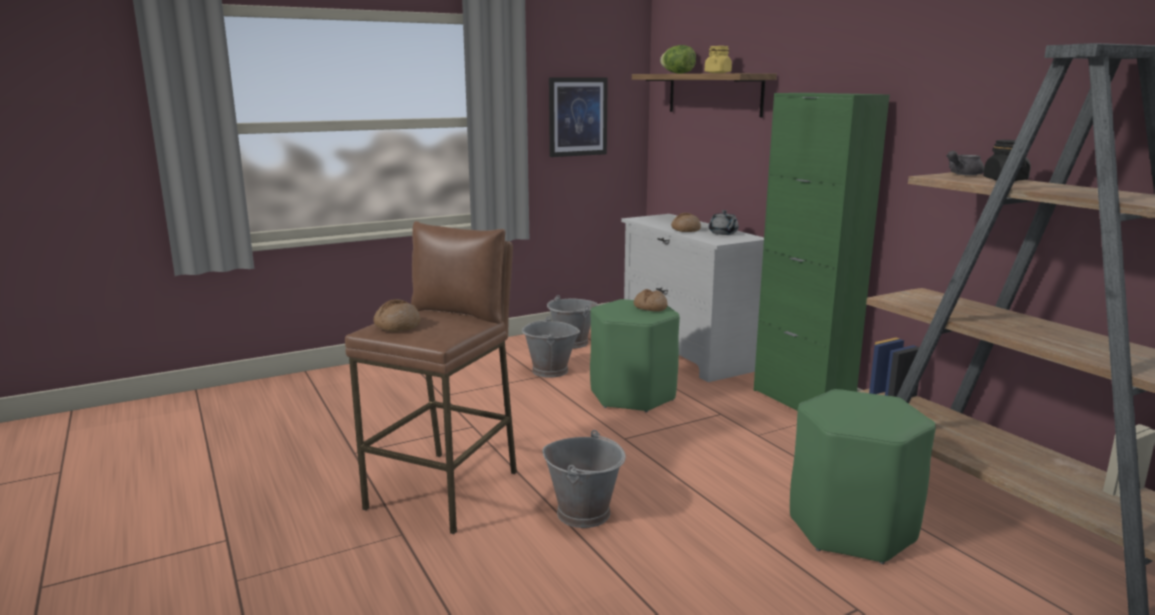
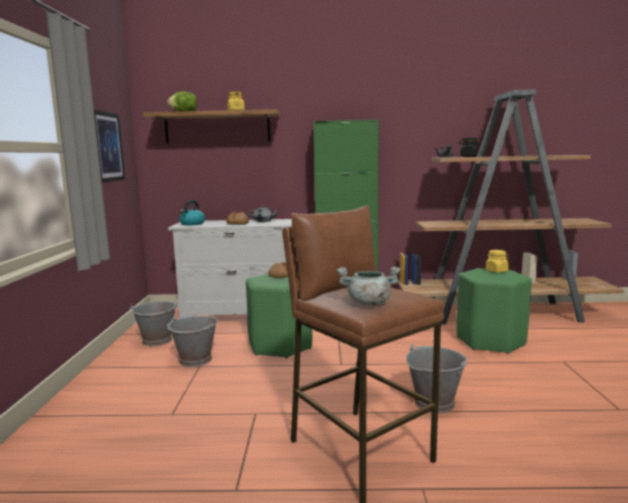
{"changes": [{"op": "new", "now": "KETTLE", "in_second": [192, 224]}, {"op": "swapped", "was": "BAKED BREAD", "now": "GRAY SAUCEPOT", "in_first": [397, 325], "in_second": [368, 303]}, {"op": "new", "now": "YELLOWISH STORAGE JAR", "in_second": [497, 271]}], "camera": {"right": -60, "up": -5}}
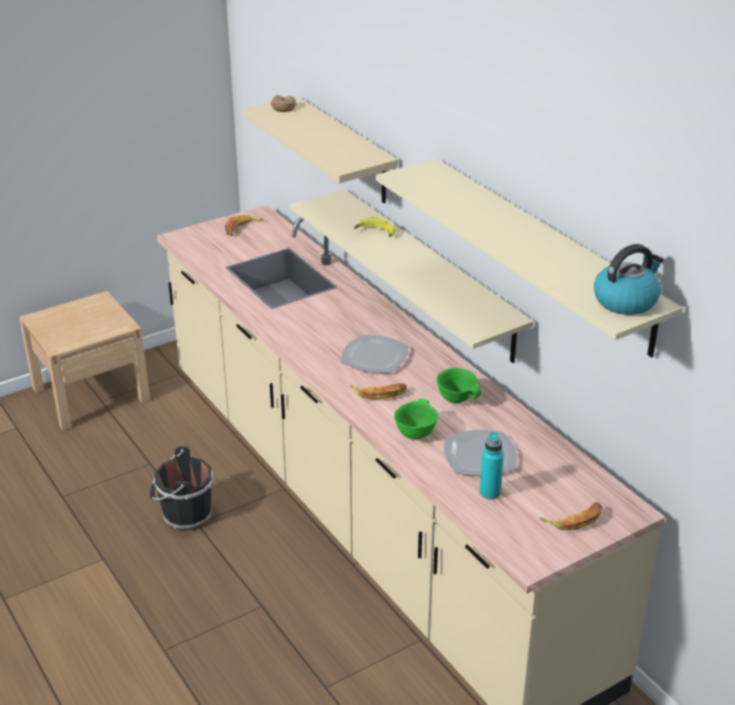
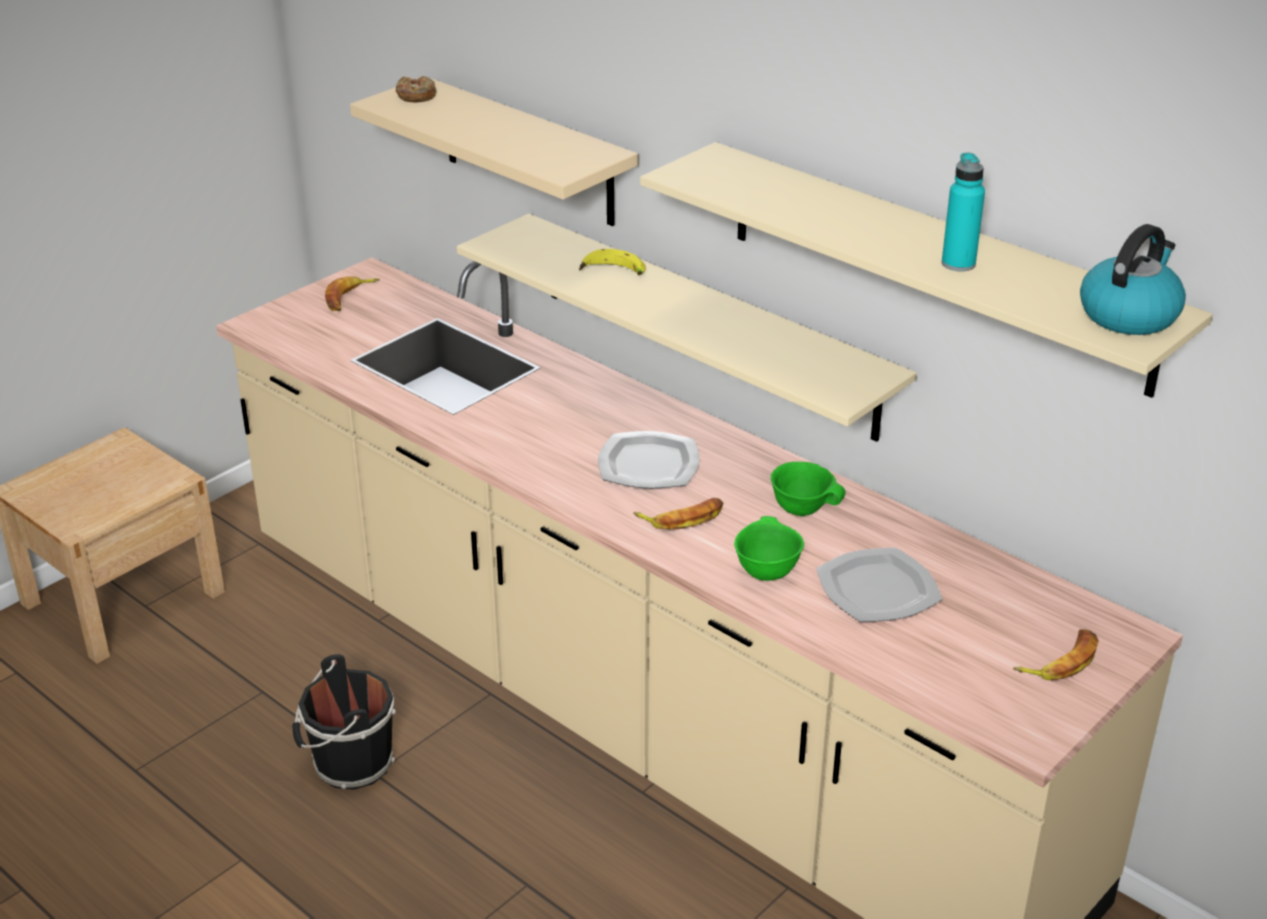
{"changes": [{"op": "shifted", "was": "TURQUOISE-COLOURED BOTTLE", "in_first": [490, 492], "in_second": [958, 264]}], "camera": {"right": -15, "up": 0}}
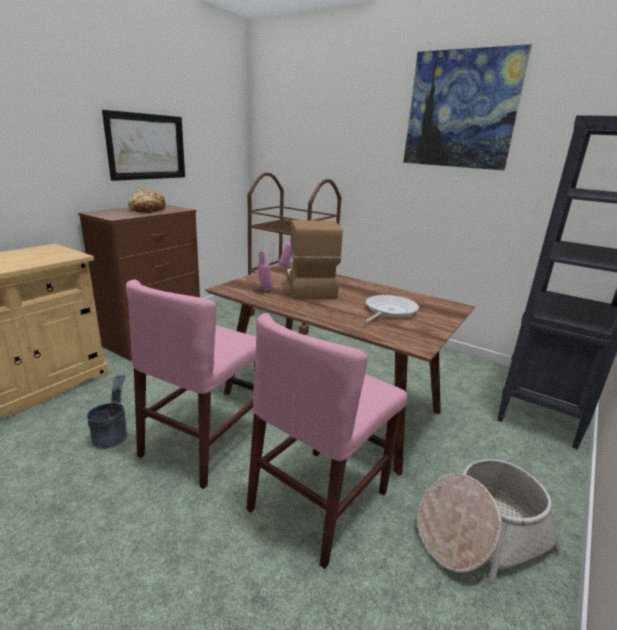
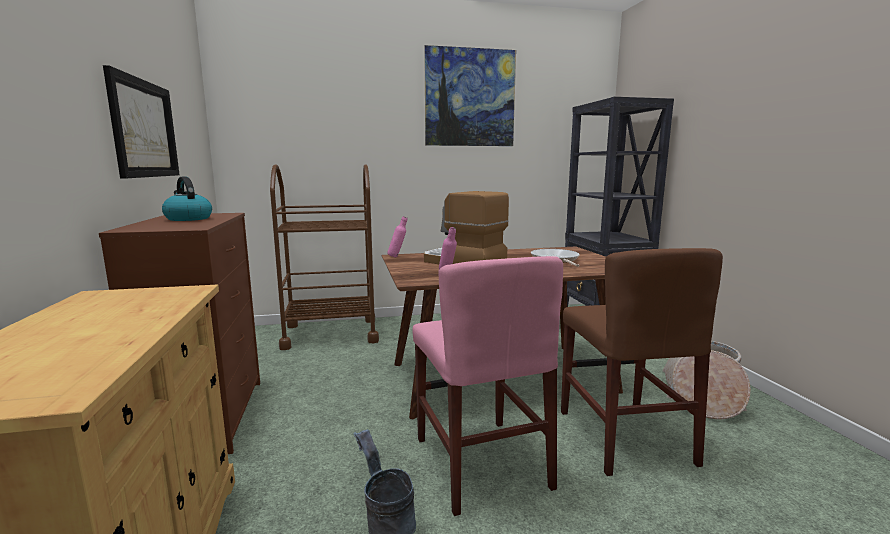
{"changes": [{"op": "swapped", "was": "BAKED BREAD", "now": "KETTLE", "in_first": [147, 210], "in_second": [188, 219]}, {"op": "repainted", "was": "PINK PLAIN CHAIR", "now": "BROWN PLAIN CHAIR", "in_first": [319, 500], "in_second": [624, 436]}], "camera": {"right": -45, "up": -10}}
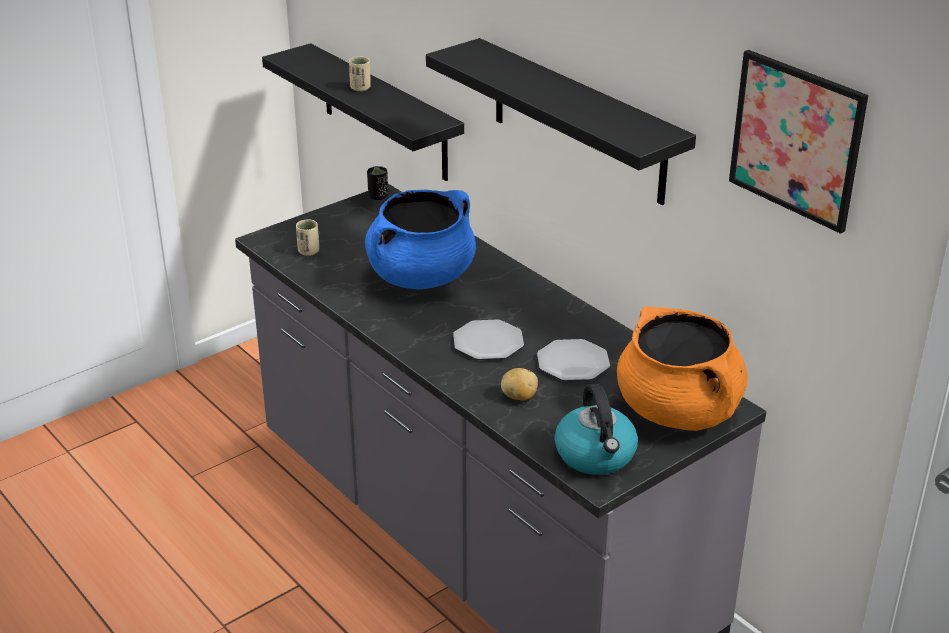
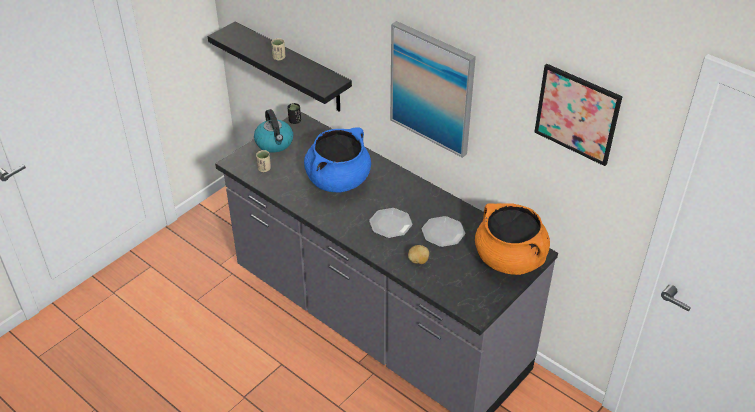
{"changes": [{"op": "shifted", "was": "KETTLE", "in_first": [596, 455], "in_second": [274, 143]}, {"op": "swapped", "was": "BLACK-COLOURED WALL SHELF", "now": "WALL PICTURE", "in_first": [578, 121], "in_second": [432, 88]}], "camera": {"right": -10, "up": 10}}
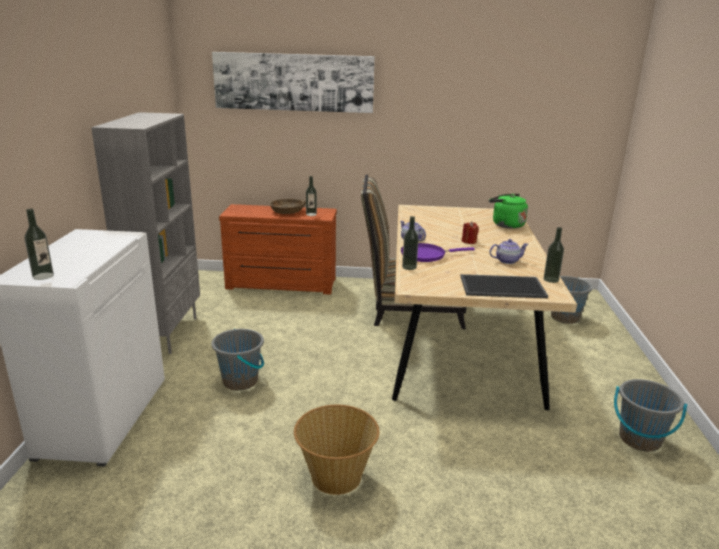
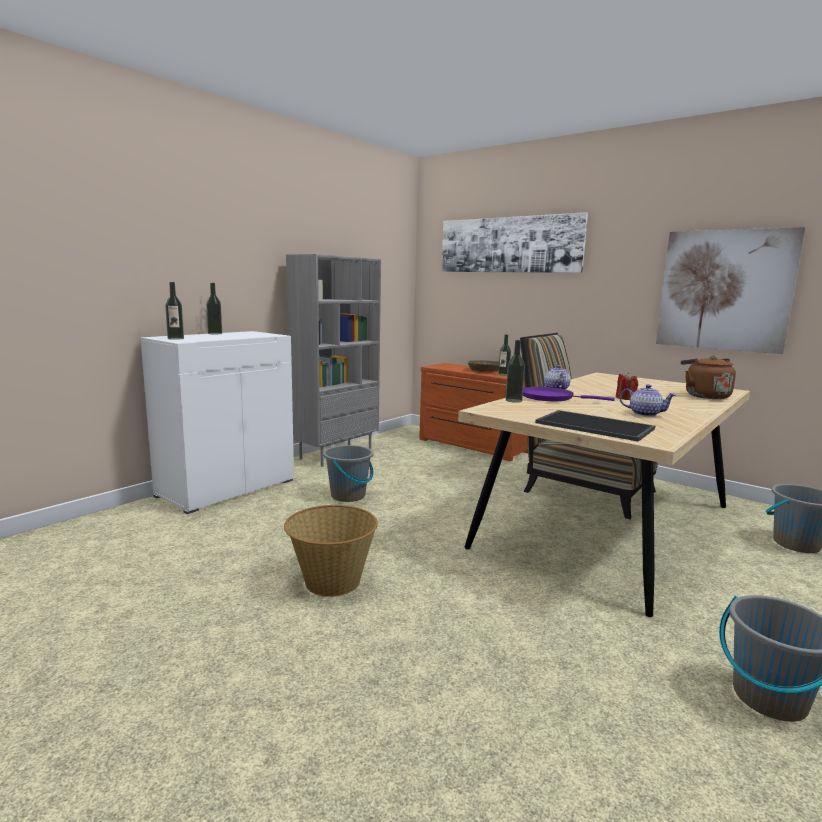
{"changes": [{"op": "shifted", "was": "BOTTLE", "in_first": [551, 279], "in_second": [215, 333]}, {"op": "new", "now": "WALL PICTURE", "in_second": [724, 290]}, {"op": "repainted", "was": "GREEN-COLOURED KETTLE", "now": "BROWN KETTLE", "in_first": [506, 224], "in_second": [704, 396]}], "camera": {"right": 35, "up": -10}}
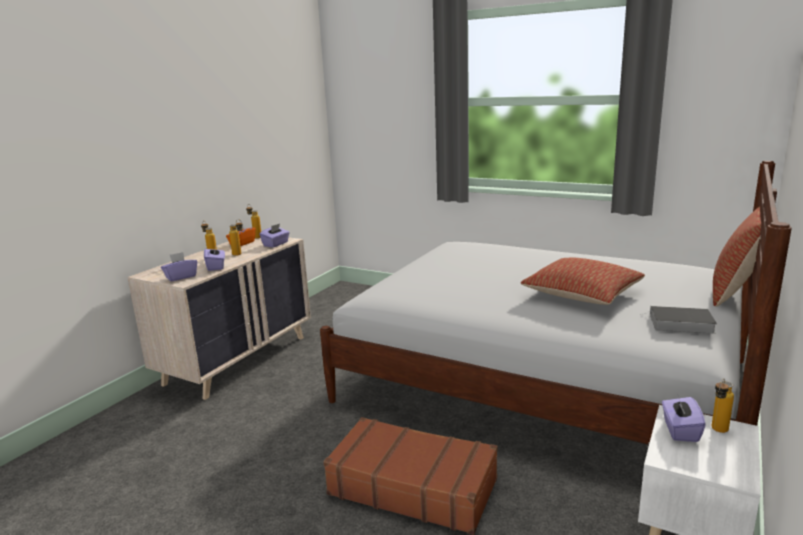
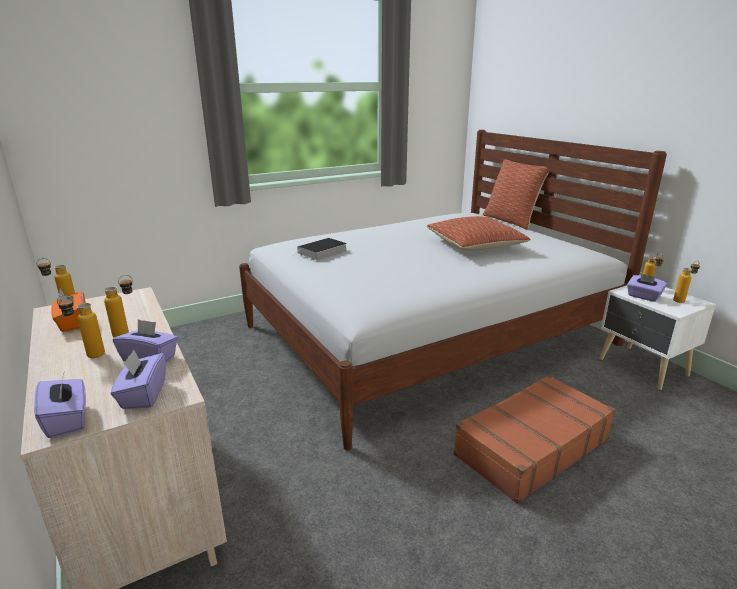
{"changes": [{"op": "shifted", "was": "PURPLE BOX OF TISSUES", "in_first": [276, 244], "in_second": [67, 420]}, {"op": "shifted", "was": "BOUND BOOK", "in_first": [679, 323], "in_second": [321, 252]}, {"op": "new", "now": "BOTTLE", "in_second": [682, 300]}], "camera": {"right": -60, "up": 5}}
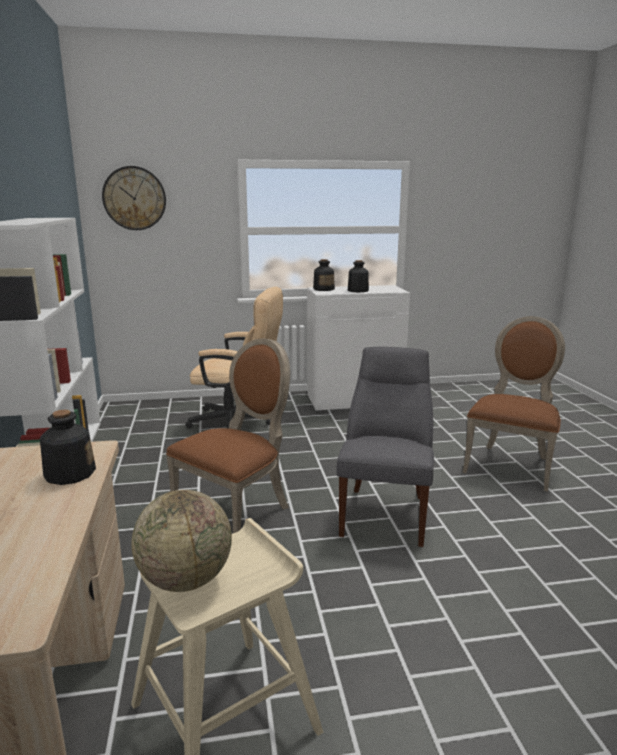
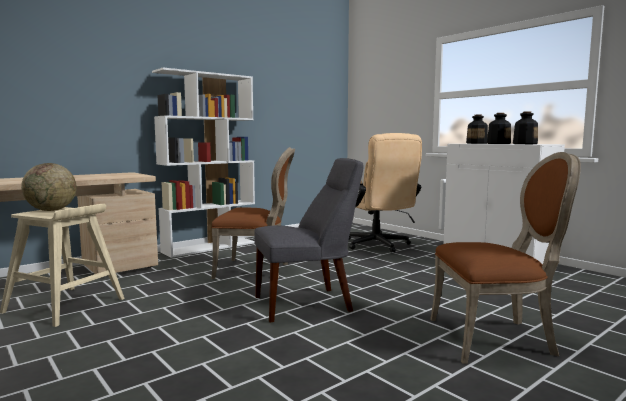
{"changes": [{"op": "shifted", "was": "BOTTLE", "in_first": [69, 474], "in_second": [524, 144]}, {"op": "gone", "was": "CLOCK ON THE WALL", "in_first": [134, 198]}], "camera": {"right": 60, "up": -10}}
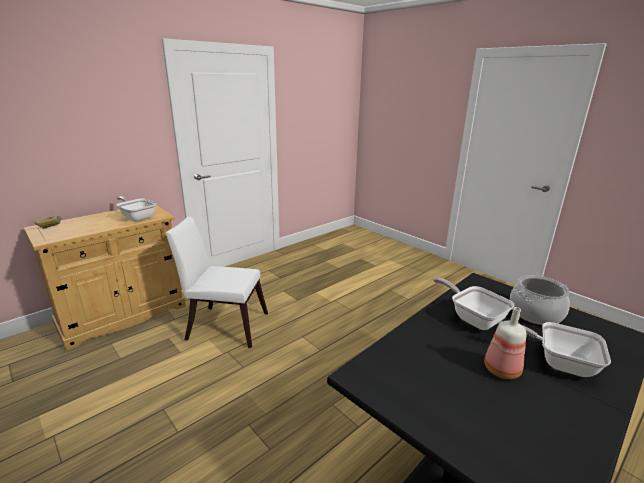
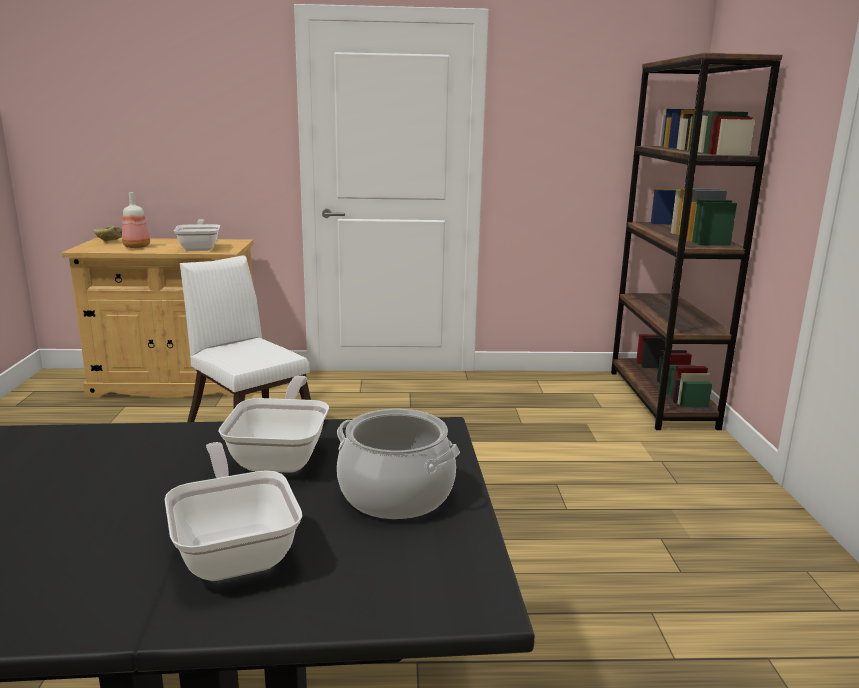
{"changes": [{"op": "shifted", "was": "BOTTLE", "in_first": [502, 371], "in_second": [136, 247]}, {"op": "new", "now": "BROWN BOOKSHELF", "in_second": [661, 399]}], "camera": {"right": 40, "up": -5}}
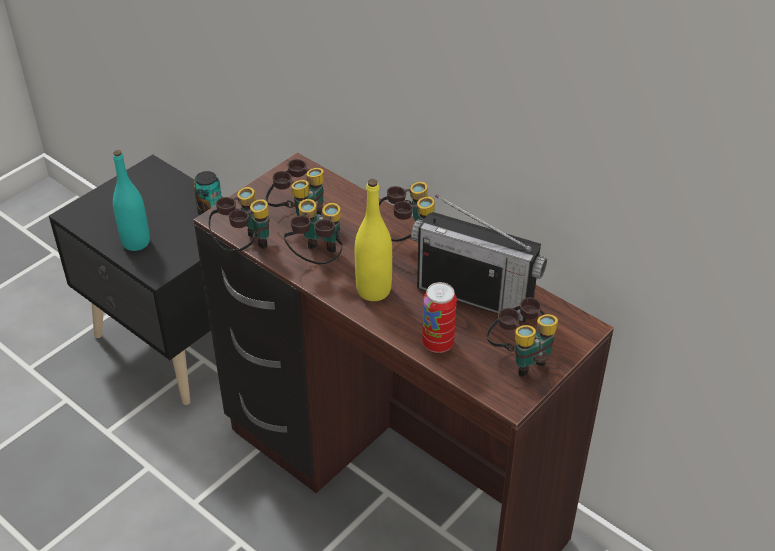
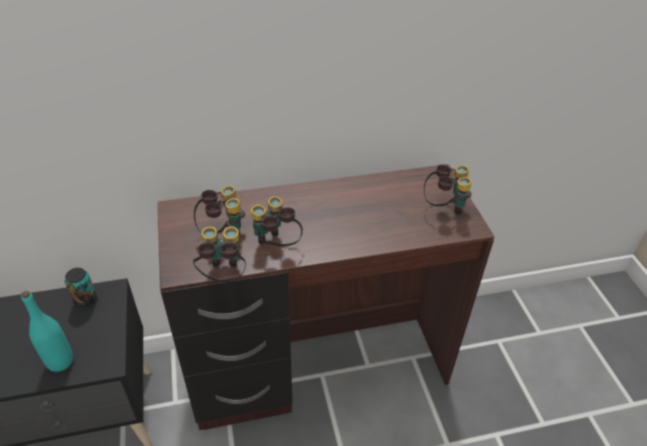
{"changes": [{"op": "gone", "was": "YELLOWISH BOTTLE", "in_first": [373, 290]}, {"op": "gone", "was": "FIELD GLASSES", "in_first": [406, 239]}, {"op": "gone", "was": "RADIO SET", "in_first": [475, 296]}, {"op": "gone", "was": "CAN", "in_first": [438, 344]}], "camera": {"right": -55, "up": 0}}
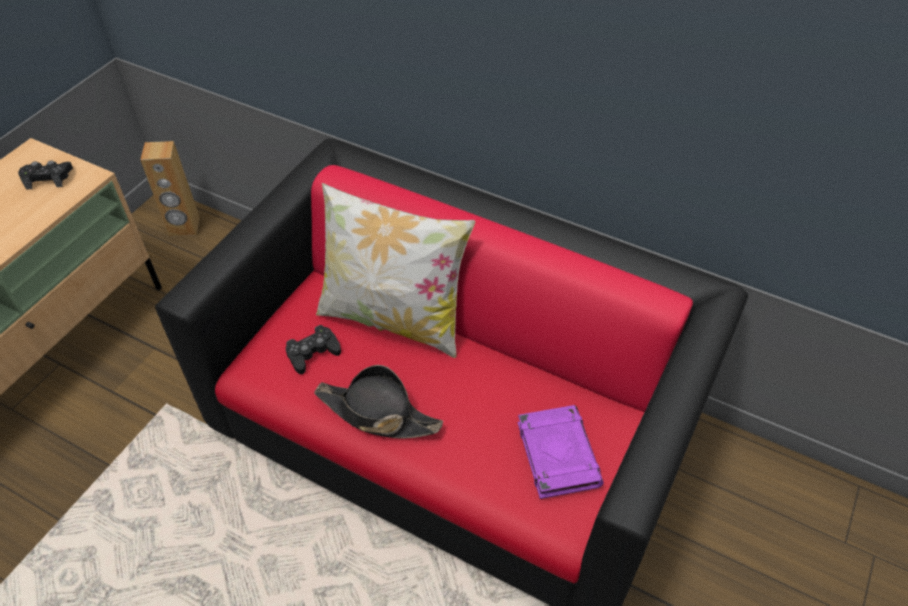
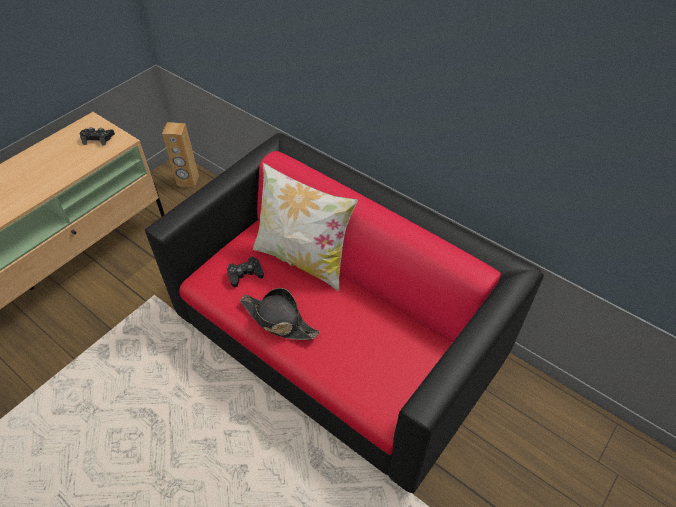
{"changes": [{"op": "gone", "was": "PURPLE BOUND BOOK", "in_first": [557, 453]}], "camera": {"right": 10, "up": 0}}
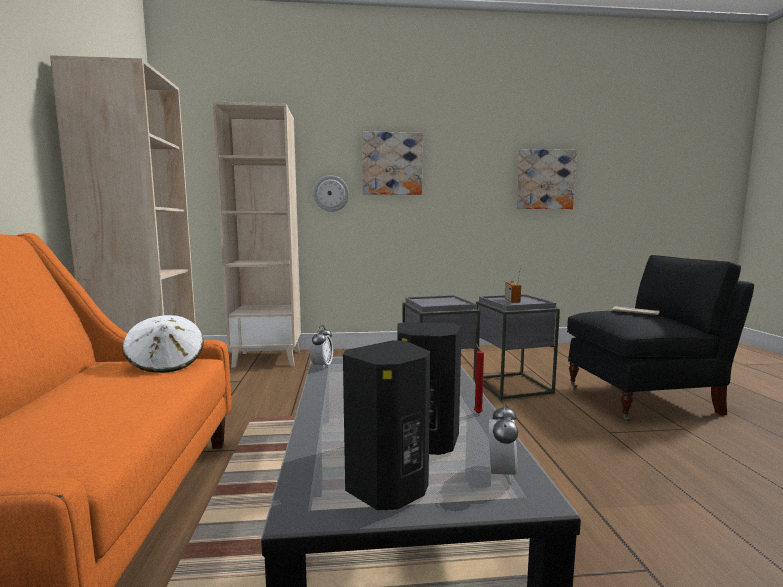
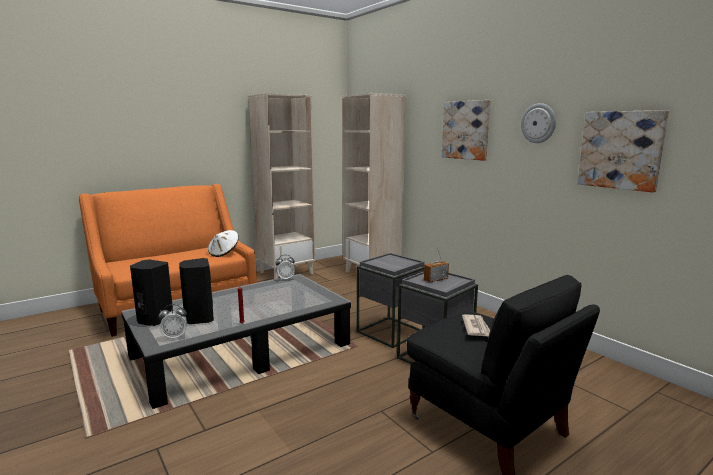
{"changes": [{"op": "shifted", "was": "CLOCK ON THE WALL", "in_first": [331, 193], "in_second": [538, 123]}], "camera": {"right": 60, "up": 5}}
